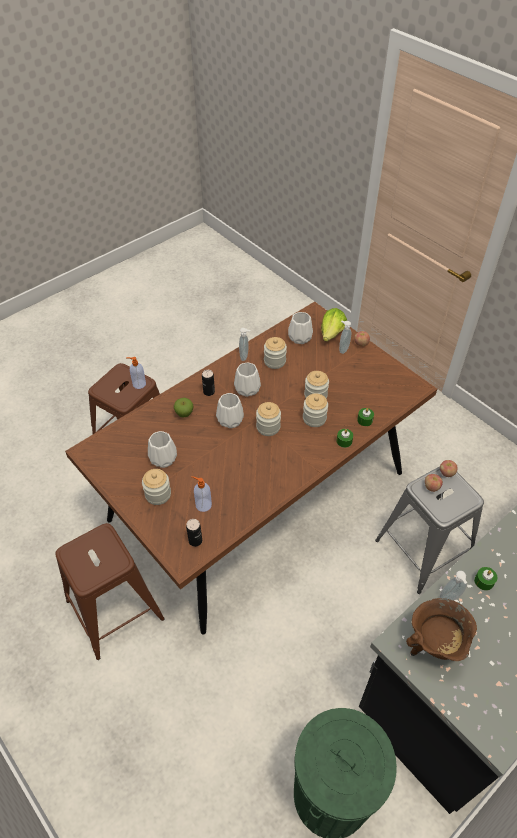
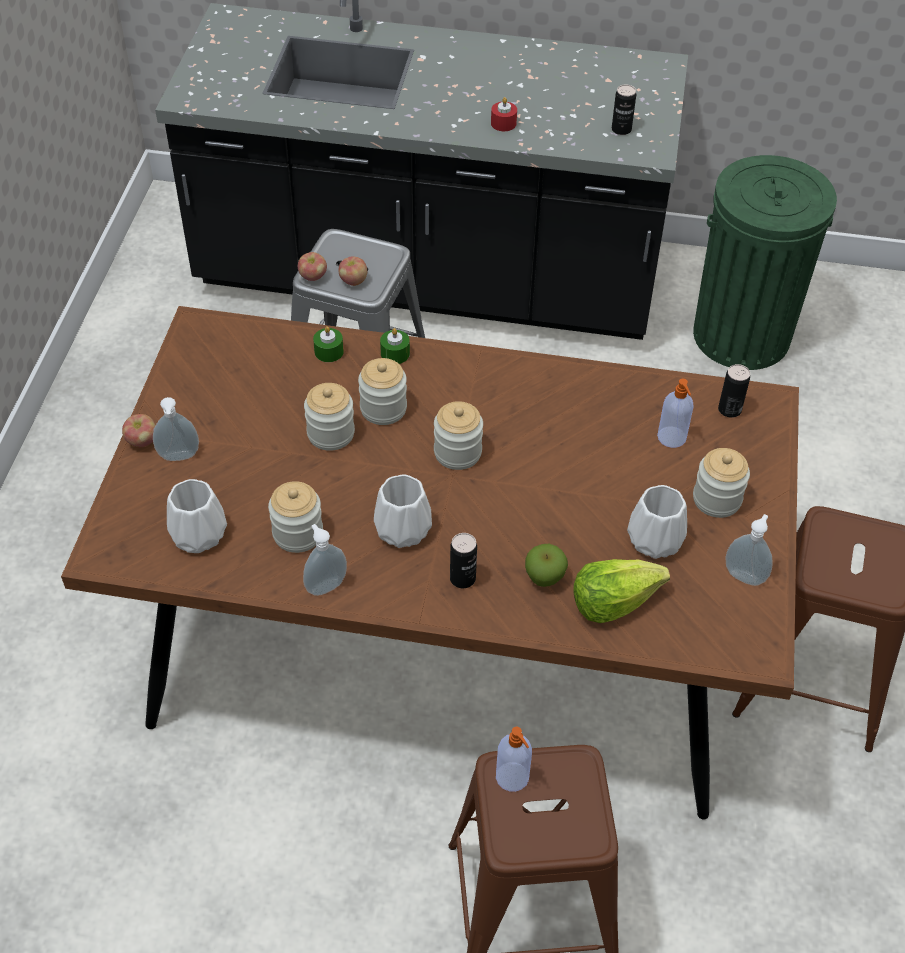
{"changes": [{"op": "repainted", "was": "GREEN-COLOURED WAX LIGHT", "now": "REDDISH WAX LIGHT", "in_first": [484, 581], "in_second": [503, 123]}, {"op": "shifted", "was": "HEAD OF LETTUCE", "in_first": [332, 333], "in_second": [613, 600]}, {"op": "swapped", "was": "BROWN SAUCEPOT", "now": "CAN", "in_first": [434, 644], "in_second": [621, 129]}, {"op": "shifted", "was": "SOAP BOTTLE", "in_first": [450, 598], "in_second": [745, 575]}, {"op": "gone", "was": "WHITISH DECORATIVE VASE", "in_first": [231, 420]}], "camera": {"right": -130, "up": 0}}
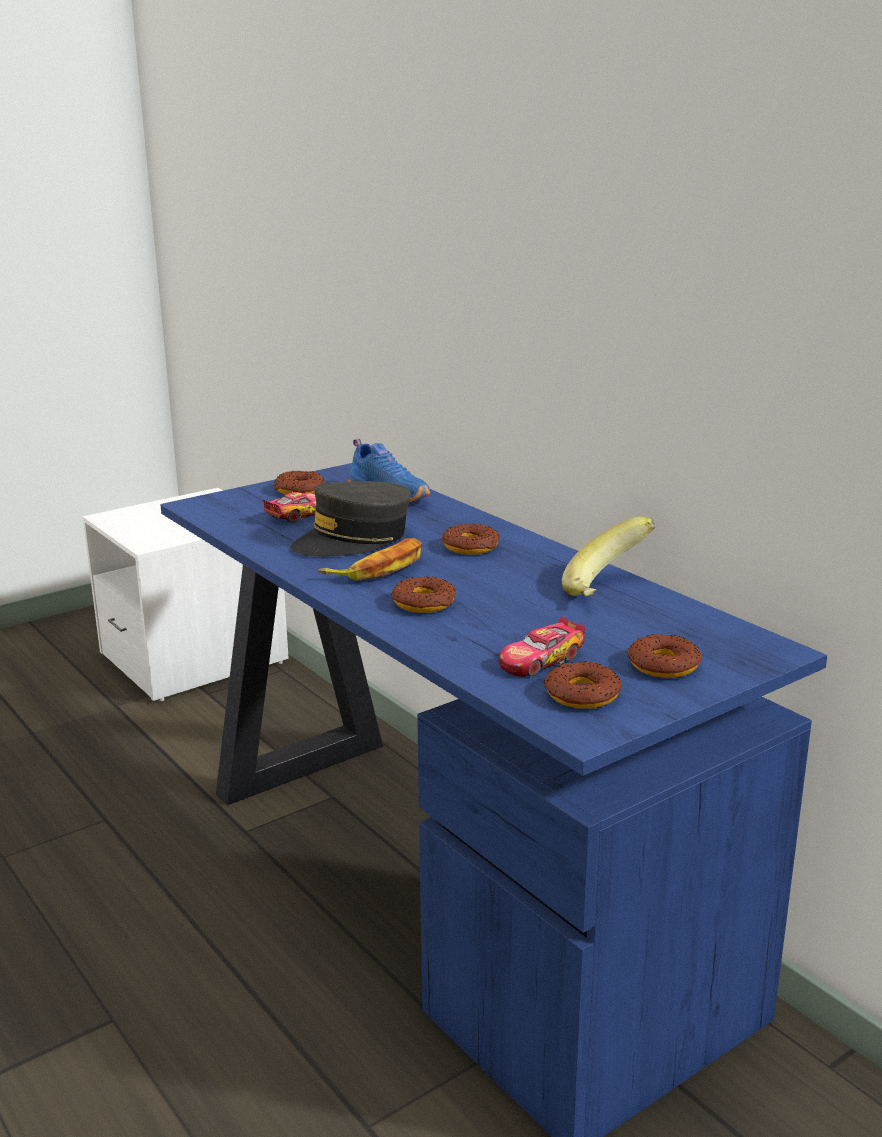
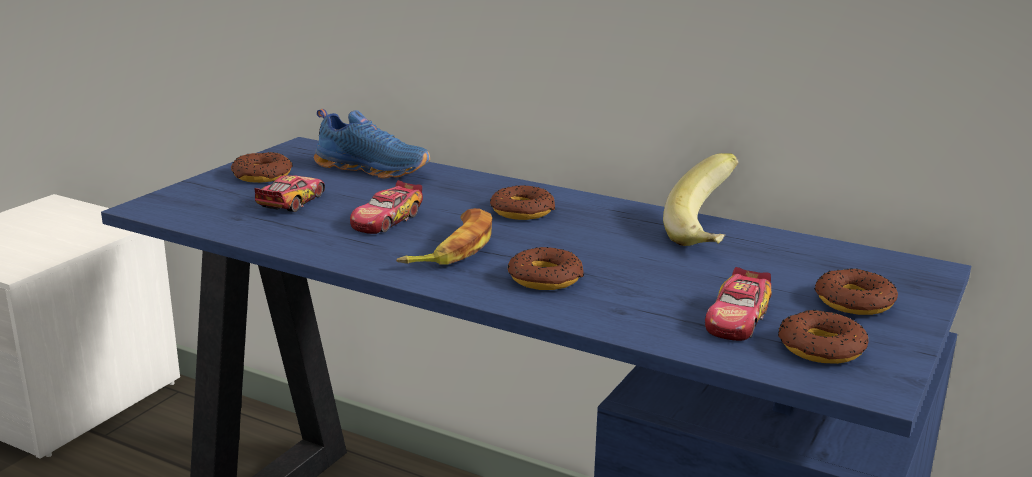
{"changes": [{"op": "swapped", "was": "GRAY PEAKED CAP", "now": "MODEL CAR", "in_first": [353, 539], "in_second": [386, 220]}], "camera": {"right": -25, "up": 0}}
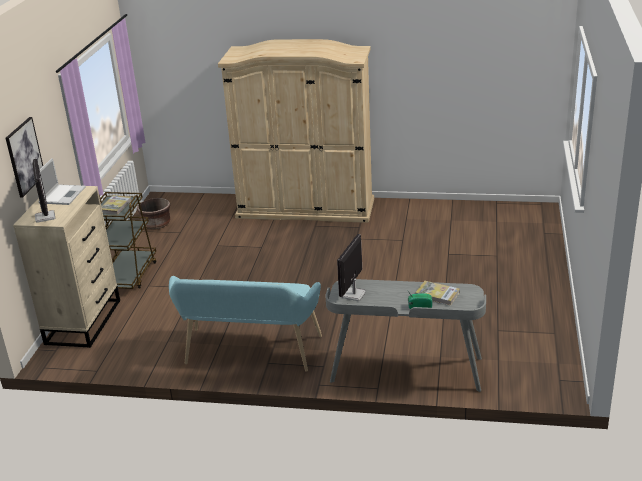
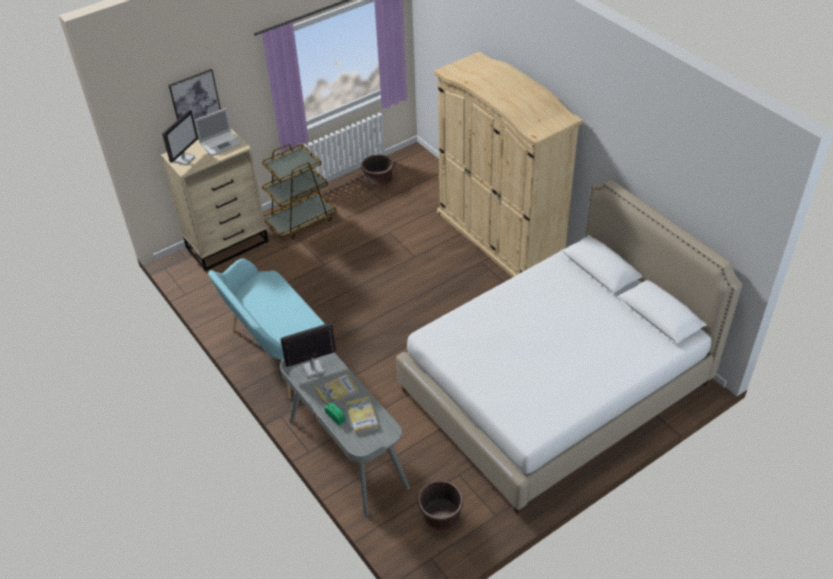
{"changes": [{"op": "shifted", "was": "BOUND BOOK", "in_first": [115, 206], "in_second": [337, 391]}, {"op": "new", "now": "WHITISH SLEEPING BED", "in_second": [555, 387]}, {"op": "new", "now": "BROWN FLOWER POT", "in_second": [440, 515]}], "camera": {"right": 45, "up": 15}}
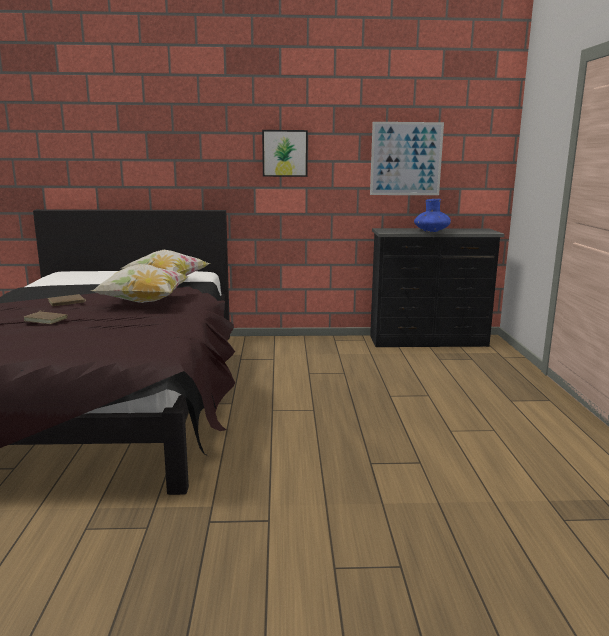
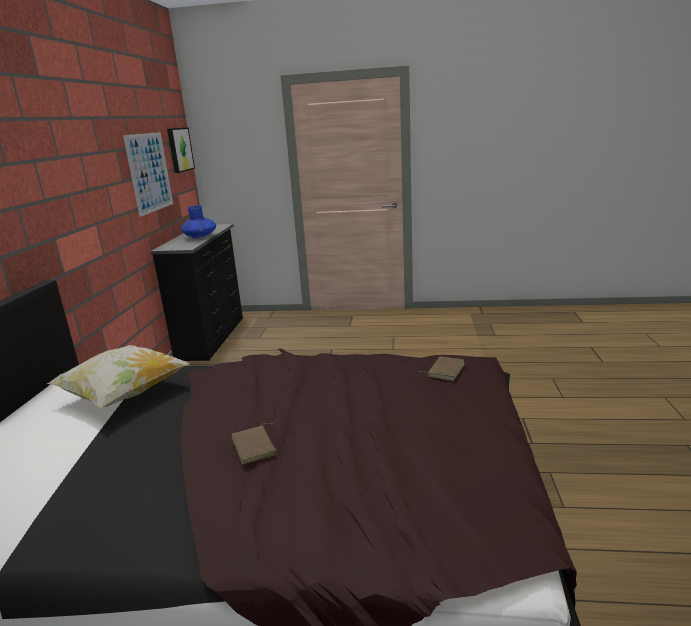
{"changes": [{"op": "shifted", "was": "WALL PICTURE", "in_first": [285, 153], "in_second": [179, 149]}, {"op": "shifted", "was": "BROWN BOUND BOOK", "in_first": [47, 319], "in_second": [444, 370]}, {"op": "gone", "was": "PILLOW", "in_first": [144, 302]}], "camera": {"right": -80, "up": 5}}
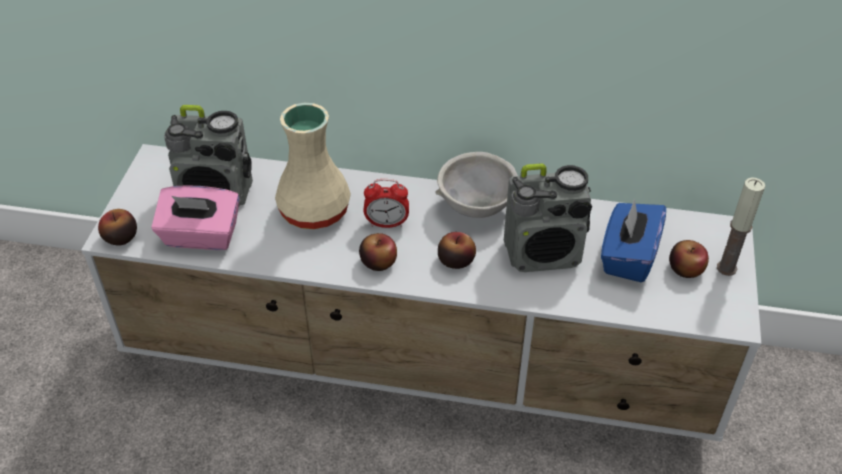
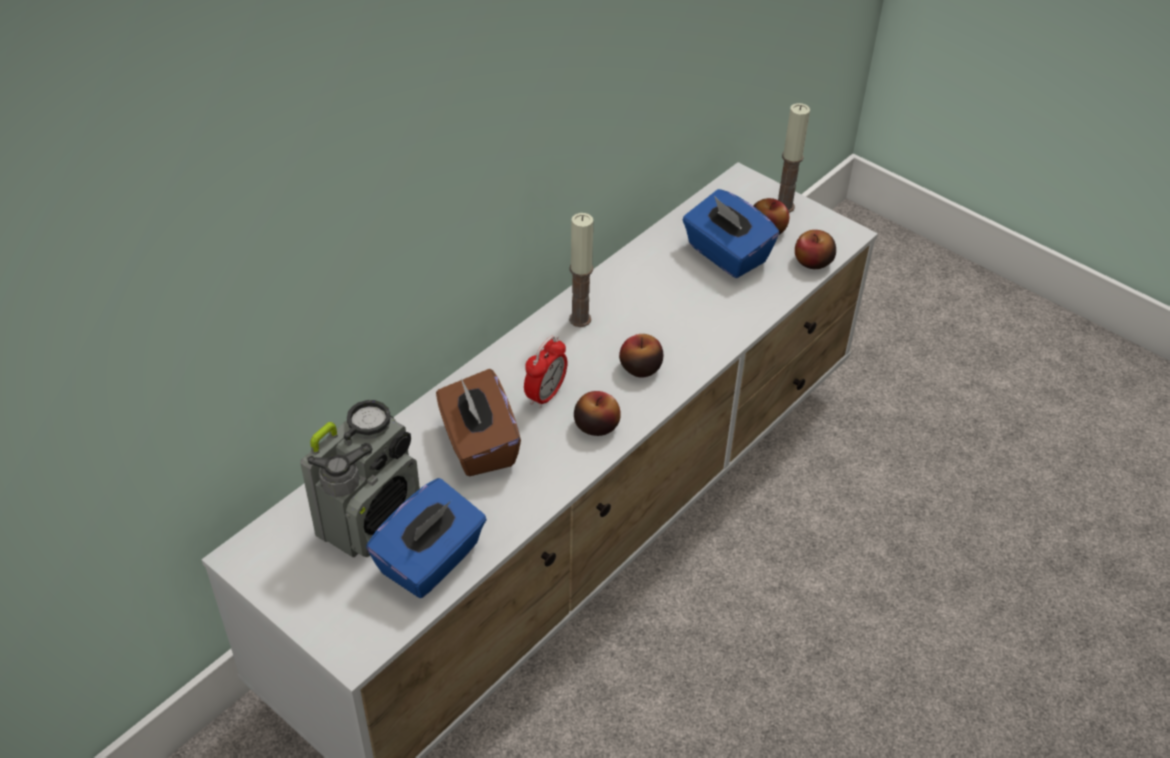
{"changes": [{"op": "repainted", "was": "PINK BOX OF TISSUES", "now": "BLUE BOX OF TISSUES", "in_first": [201, 236], "in_second": [431, 560]}, {"op": "swapped", "was": "SAND-COLOURED DECORATIVE VASE", "now": "BROWN BOX OF TISSUES", "in_first": [315, 212], "in_second": [478, 444]}, {"op": "swapped", "was": "GRAY BOWL", "now": "WAX LIGHT", "in_first": [477, 208], "in_second": [580, 319]}, {"op": "shifted", "was": "APPLE", "in_first": [120, 237], "in_second": [813, 262]}, {"op": "gone", "was": "RADIO SET", "in_first": [544, 254]}], "camera": {"right": -60, "up": 0}}
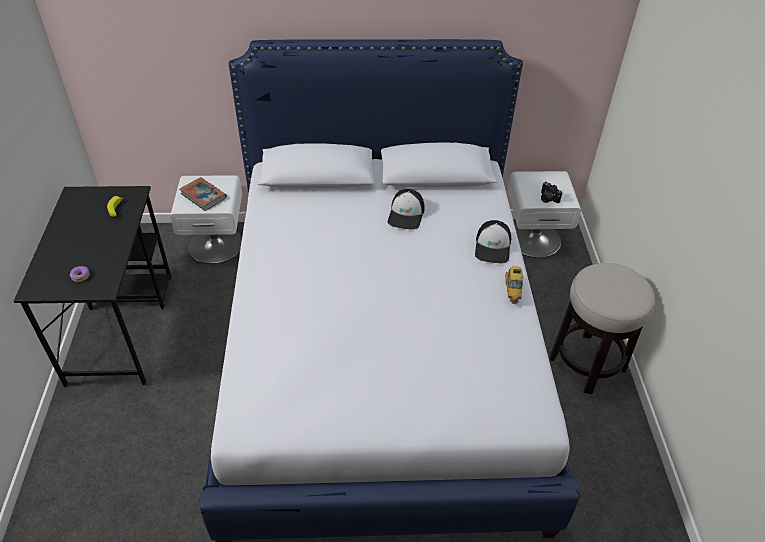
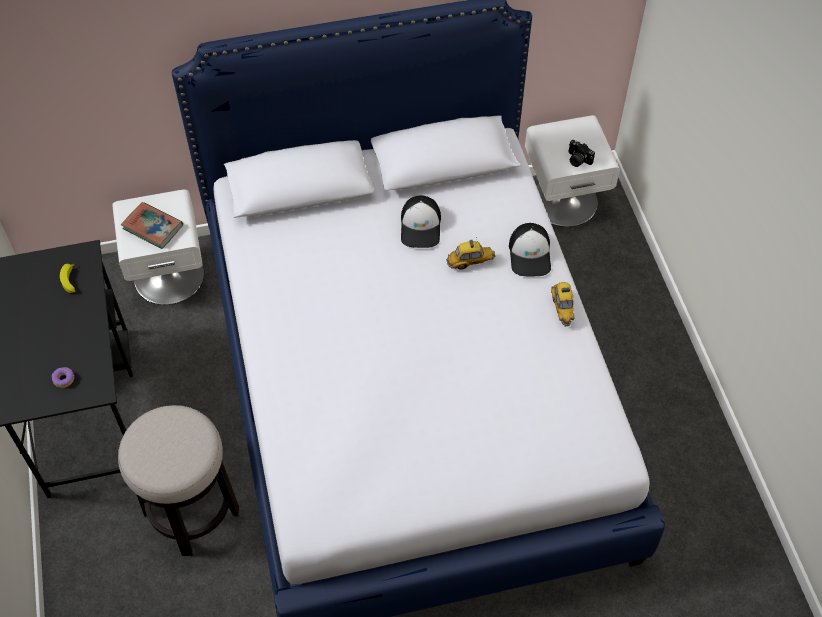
{"changes": [{"op": "shifted", "was": "STOOL SEAT", "in_first": [587, 364], "in_second": [192, 512]}, {"op": "new", "now": "MODEL CAR", "in_second": [470, 262]}], "camera": {"right": -10, "up": 10}}
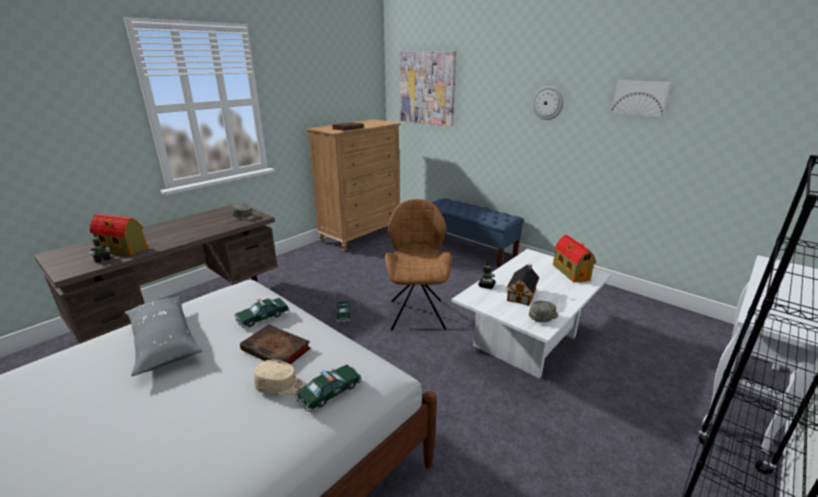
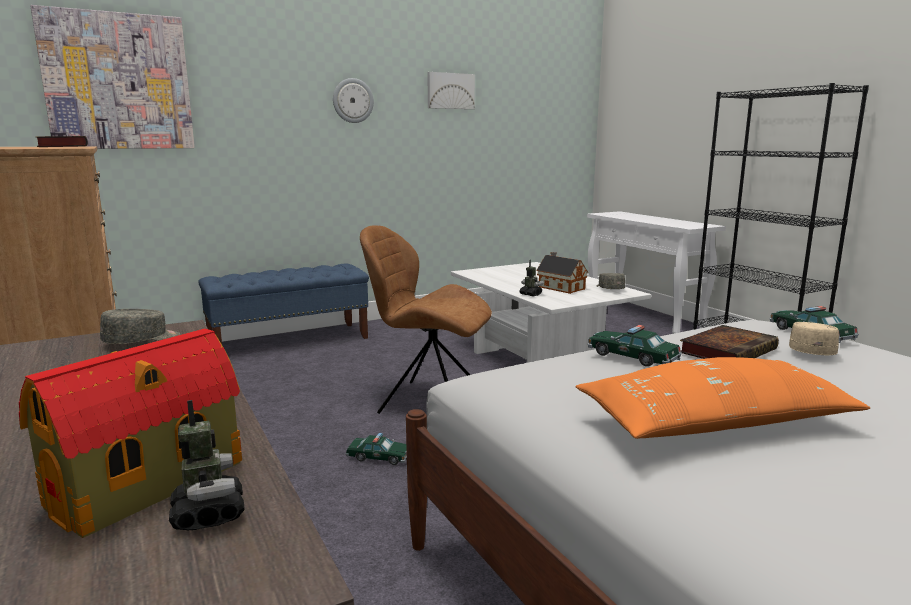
{"changes": [{"op": "repainted", "was": "GRAY PILLOW", "now": "ORANGE PILLOW", "in_first": [163, 342], "in_second": [713, 424]}, {"op": "rotated", "was": "MODEL CAR", "in_first": [263, 317], "in_second": [632, 357], "clockwise": 150}, {"op": "gone", "was": "MODEL HOUSE", "in_first": [570, 272]}], "camera": {"right": -70, "up": -10}}
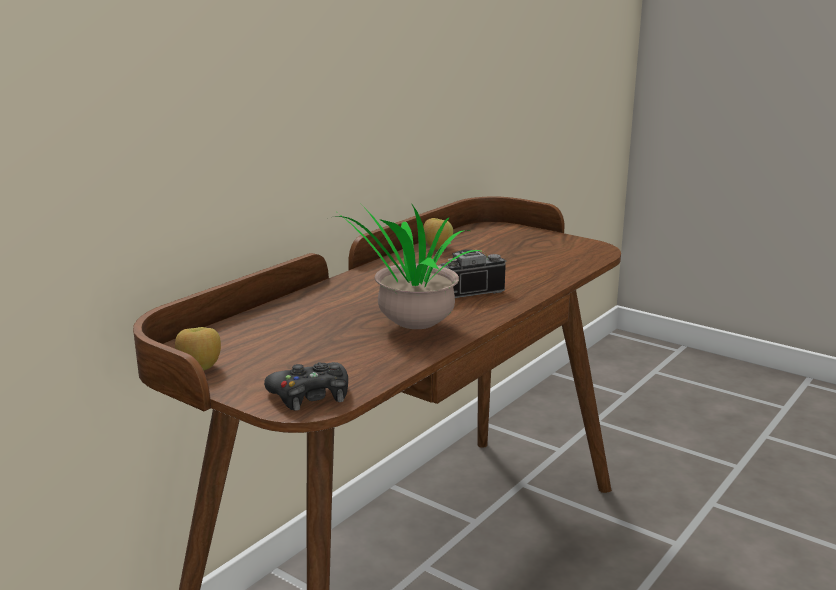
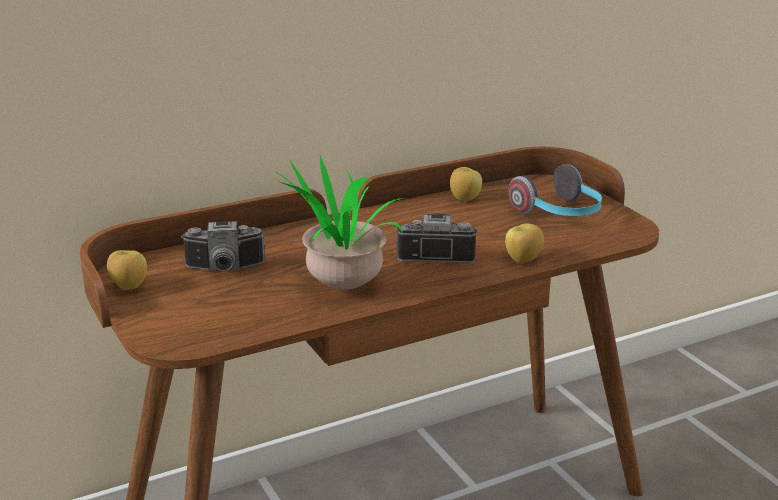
{"changes": [{"op": "new", "now": "STILL CAMERA", "in_second": [225, 269]}, {"op": "new", "now": "APPLE", "in_second": [522, 260]}, {"op": "new", "now": "PAIR OF HEADPHONES", "in_second": [560, 214]}, {"op": "gone", "was": "BLACK-COLOURED GAME CONTROLLER", "in_first": [310, 396]}], "camera": {"right": 25, "up": 5}}
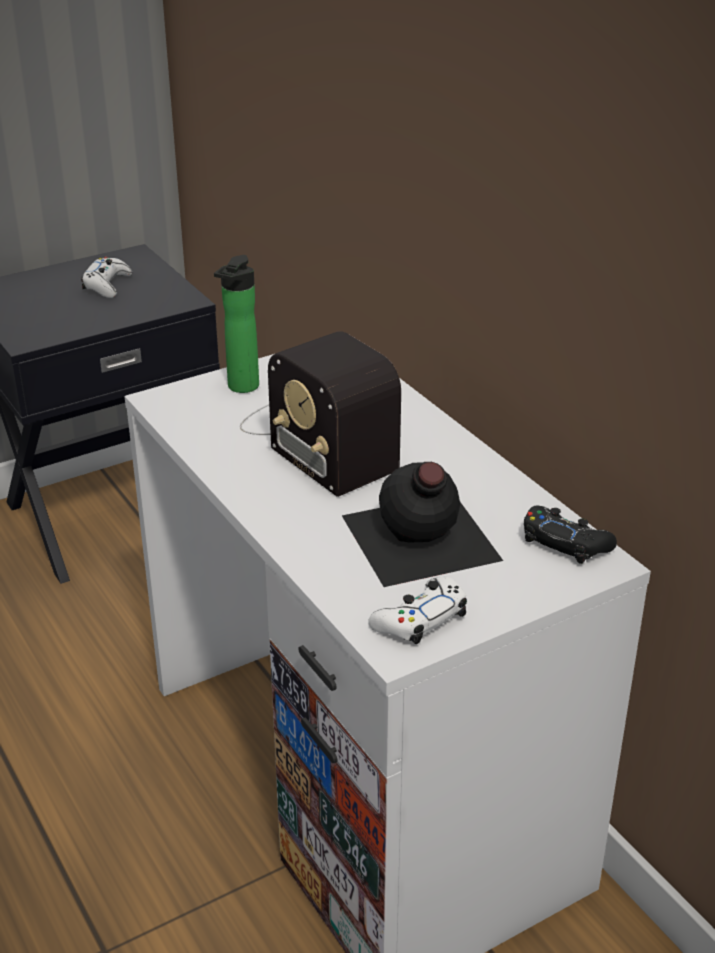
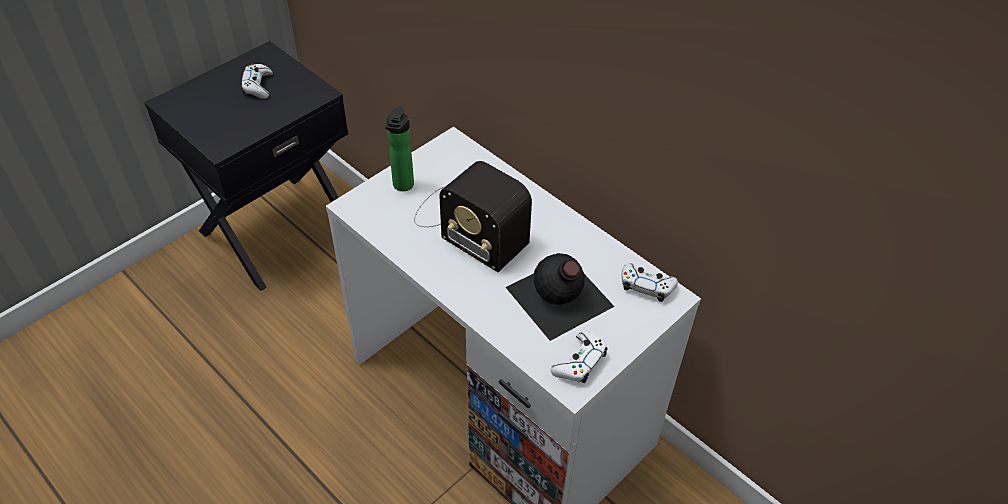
{"changes": [{"op": "repainted", "was": "BLACK-COLOURED GAME CONTROLLER", "now": "WHITISH GAME CONTROLLER", "in_first": [565, 543], "in_second": [647, 286]}], "camera": {"right": -15, "up": 15}}
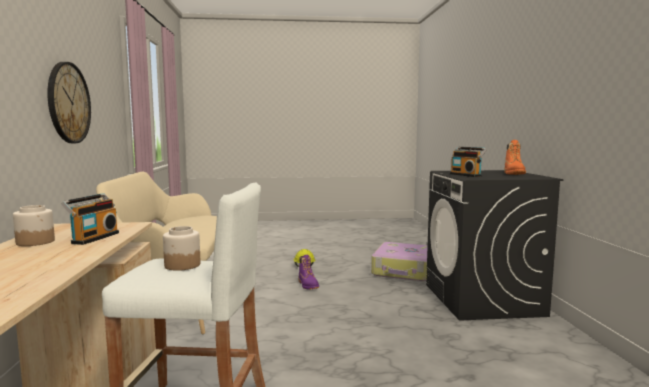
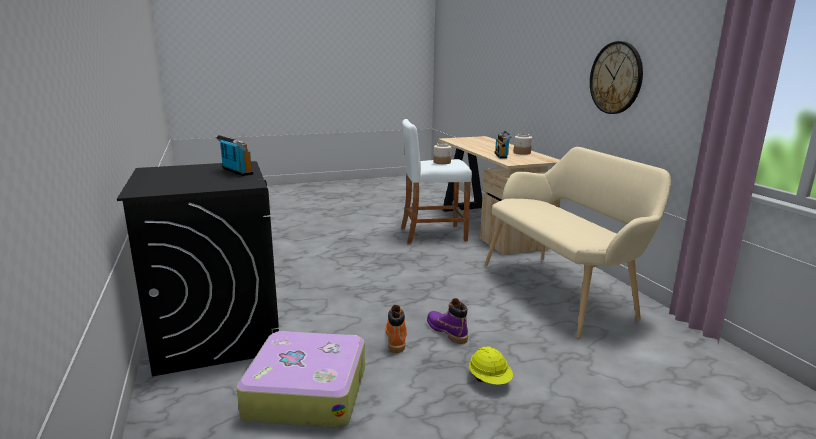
{"changes": [{"op": "shifted", "was": "ORANGE TALL BOOT", "in_first": [514, 174], "in_second": [396, 338]}], "camera": {"right": 165, "up": 10}}
